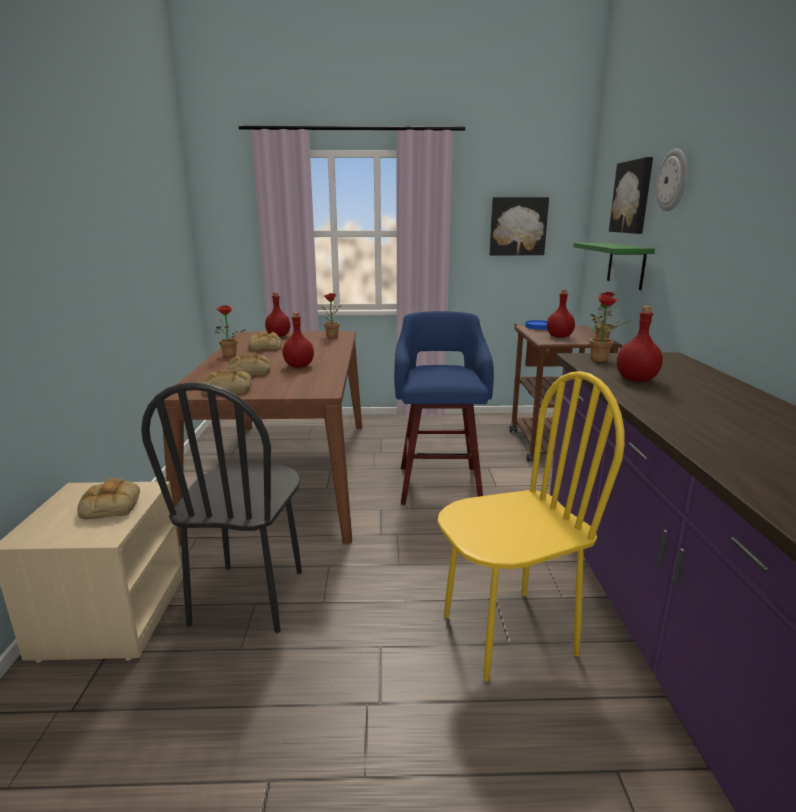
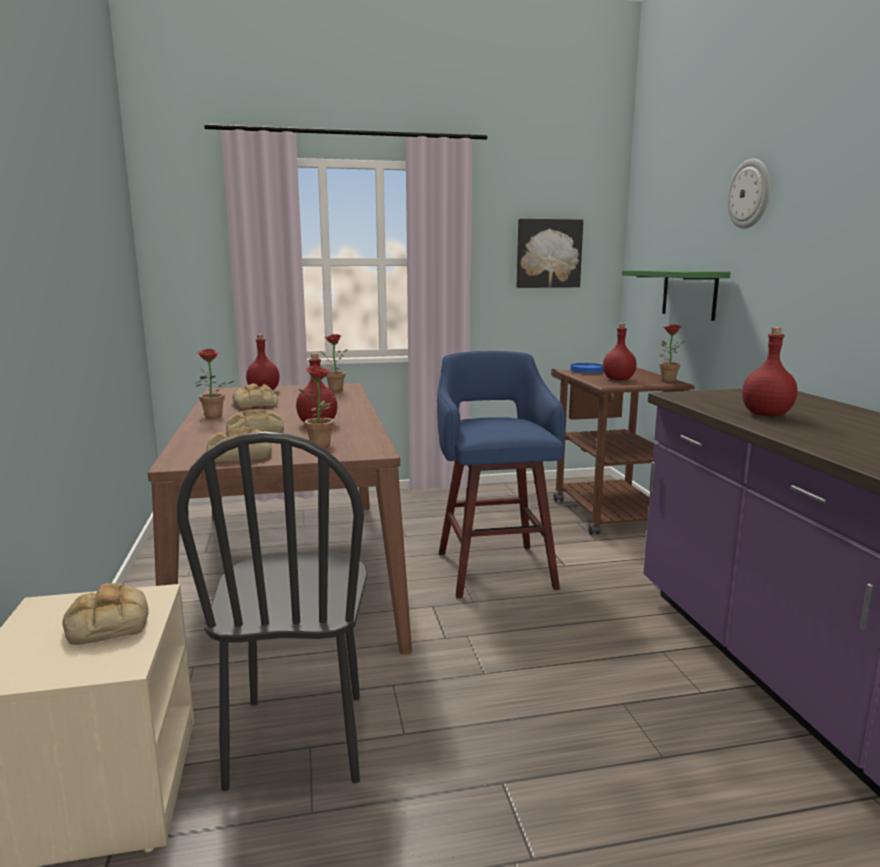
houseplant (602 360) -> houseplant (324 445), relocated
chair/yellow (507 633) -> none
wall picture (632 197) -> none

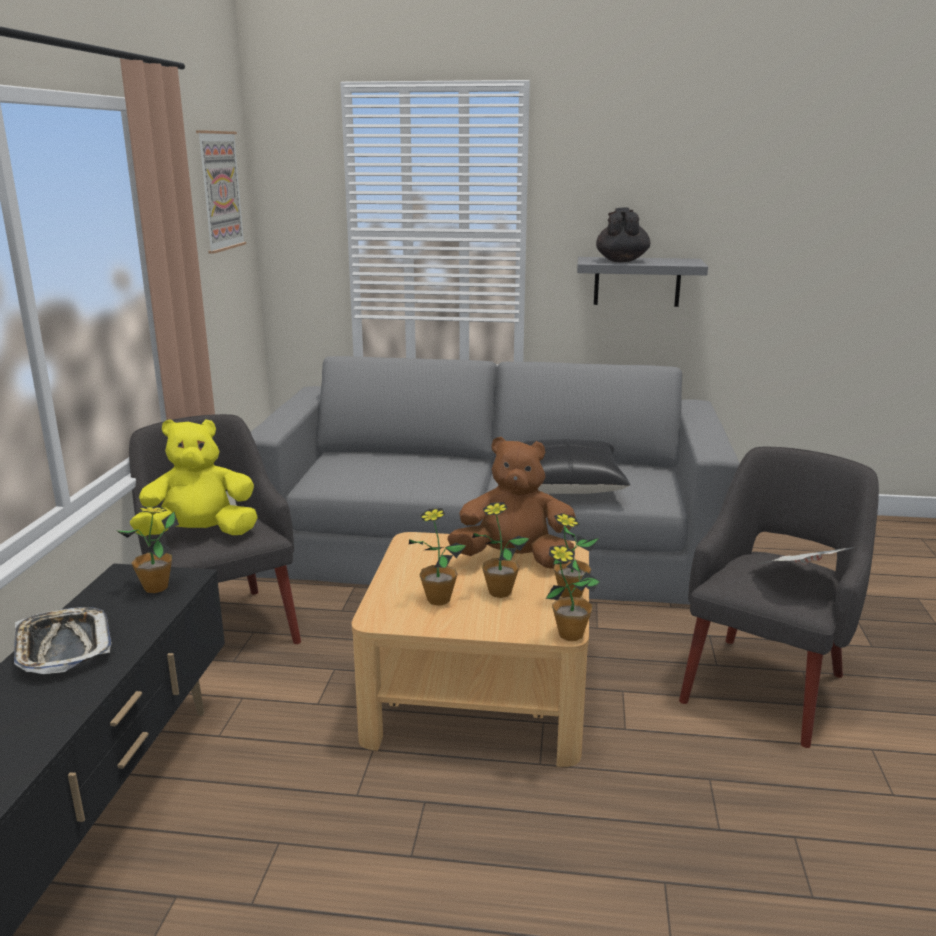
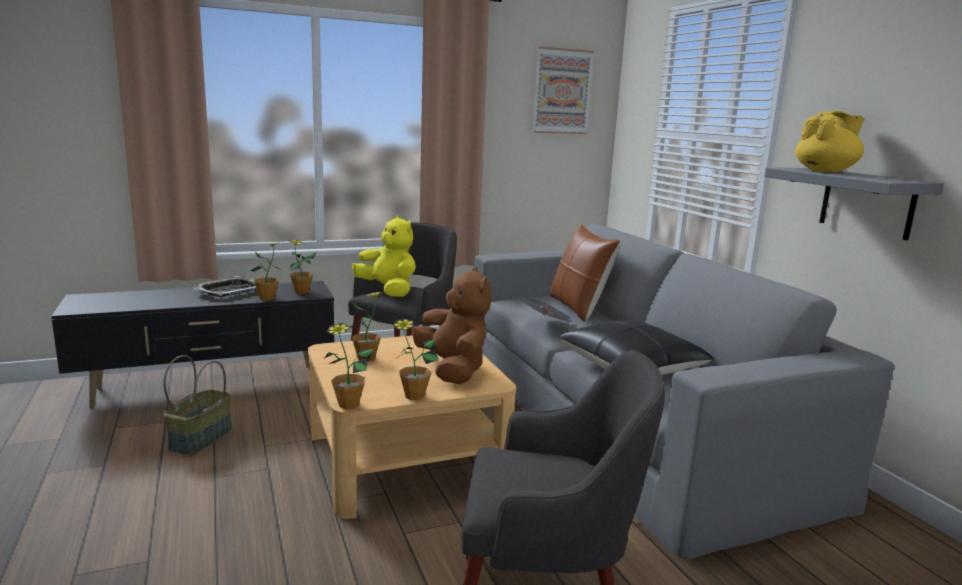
none -> basket (200 438)
houseplant (500 592) -> houseplant (267 298), relocated
daily paper (797 578) -> daily paper (546 325), relocated
none -> throw pillow/brownish (578 308)
pot for tea/black (621 261) -> pot for tea/yellow (826 171)

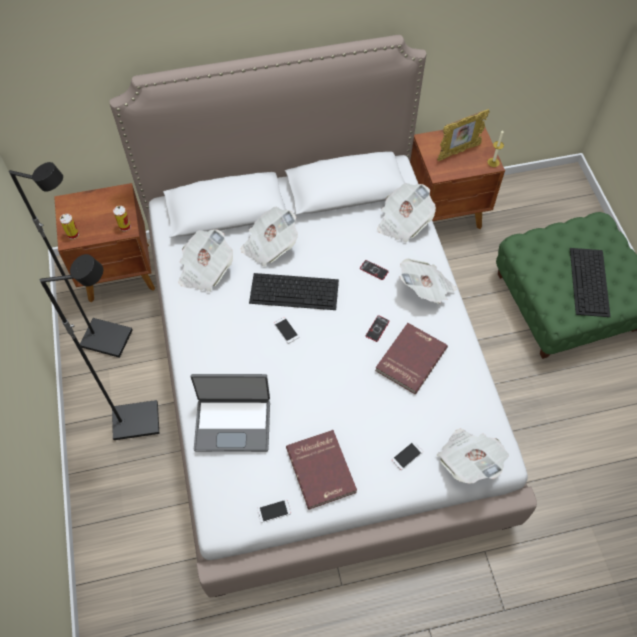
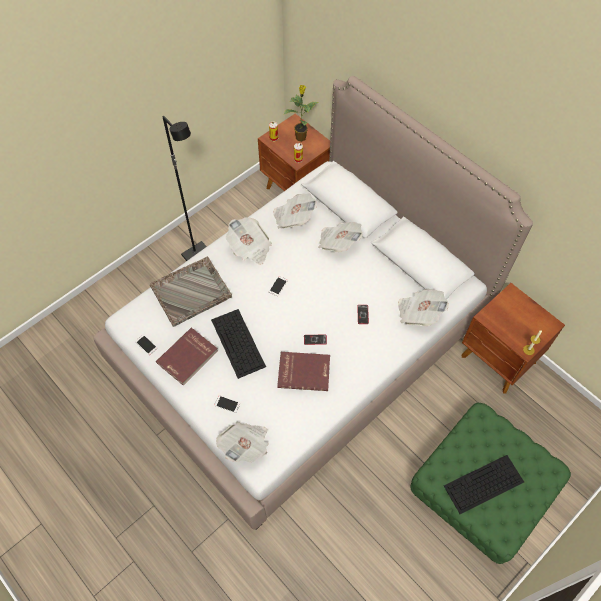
portable computer (233 423) -> serving tray/grey (191 291)
keyboard (295 291) -> keyboard (238 343), relocated
daily paper (426 289) -> daily paper (250 248), relocated
none -> houseplant (301 137)
standard lamp/black (108 338) -> none
standing frame (458 152) -> none

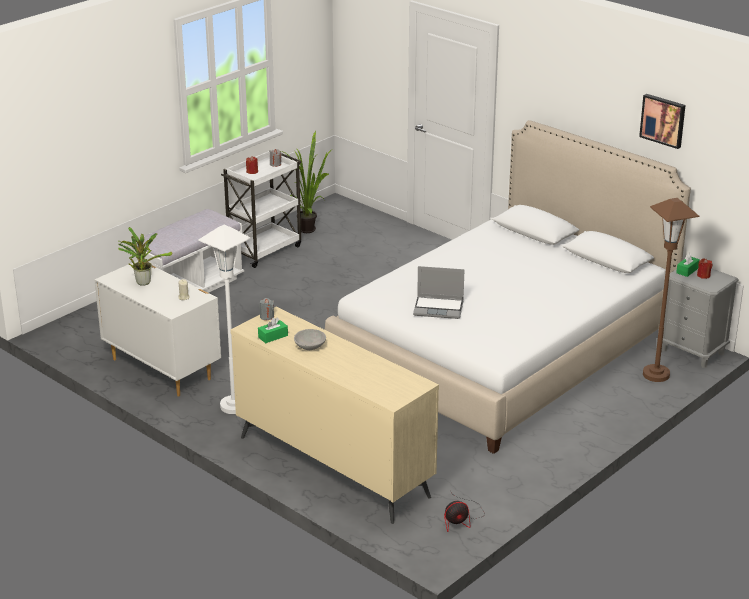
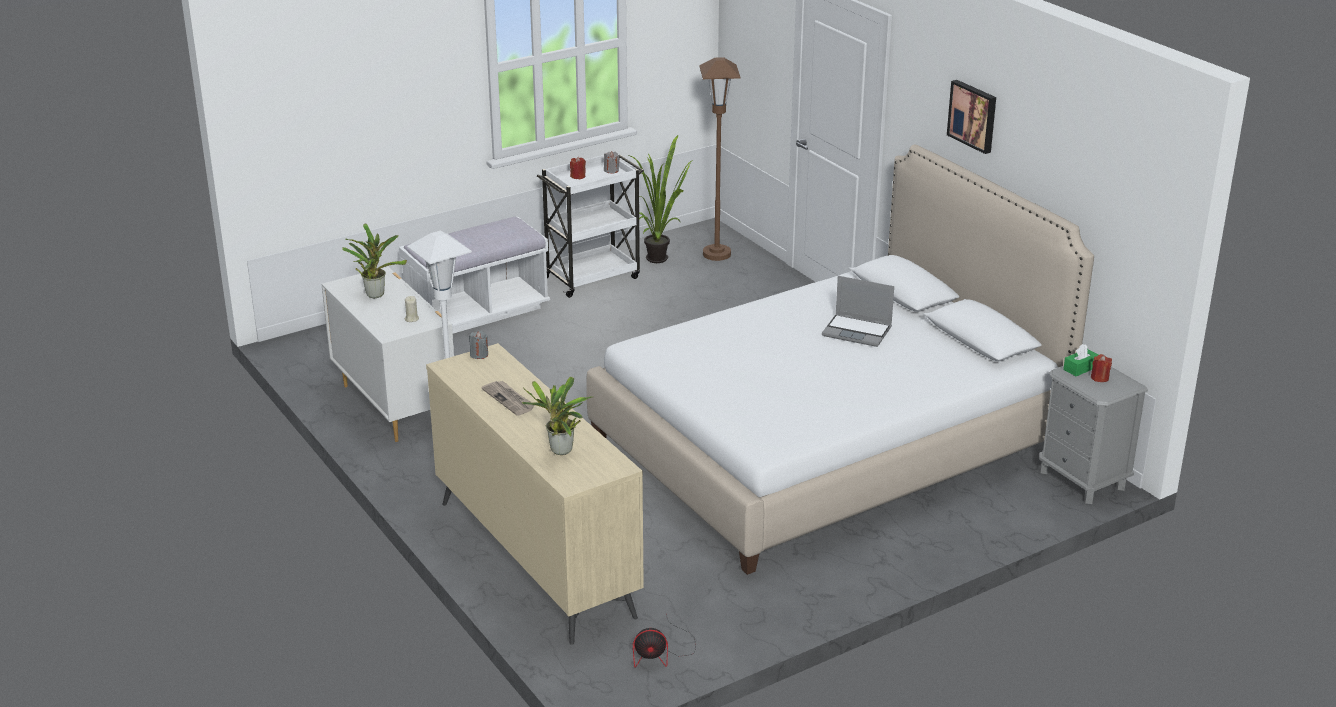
serving bowl/grey (310 347) -> daily paper (509 399)
none -> houseplant (560 452)
standard lamp/brownish (656 374) -> standard lamp/brownish (717 254), relocated
portable computer (439 308) -> portable computer (858 331), relocated
wall picture (663 120) -> wall picture (973 115), relocated
box of tissues/greenish (273 336) -> none

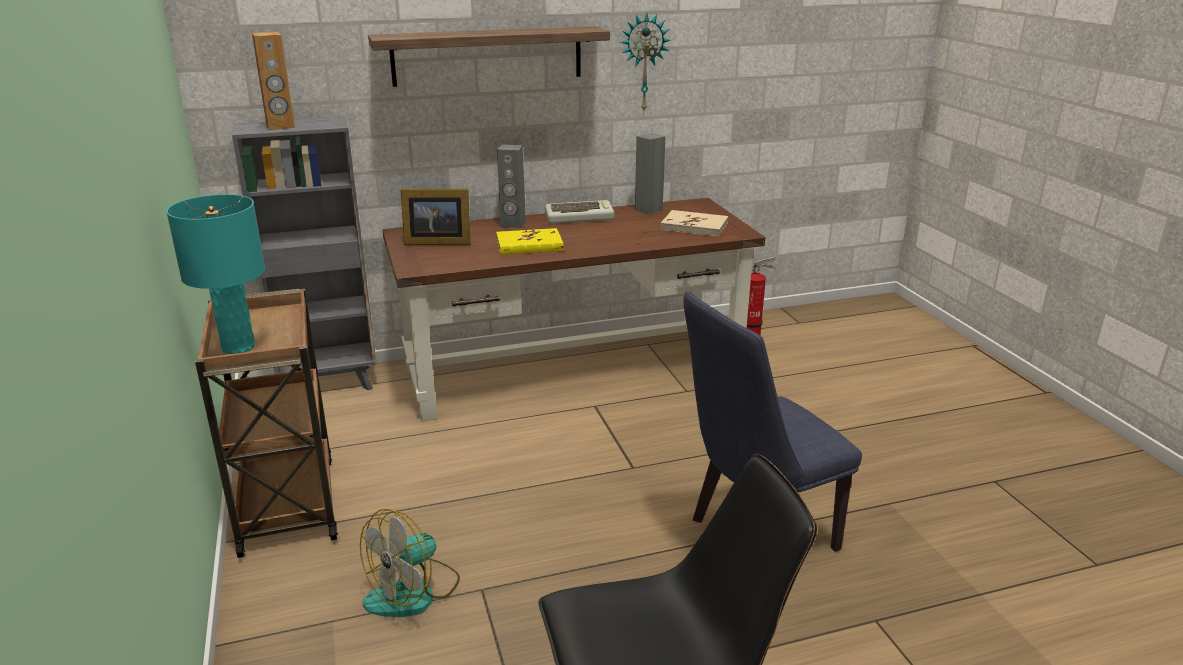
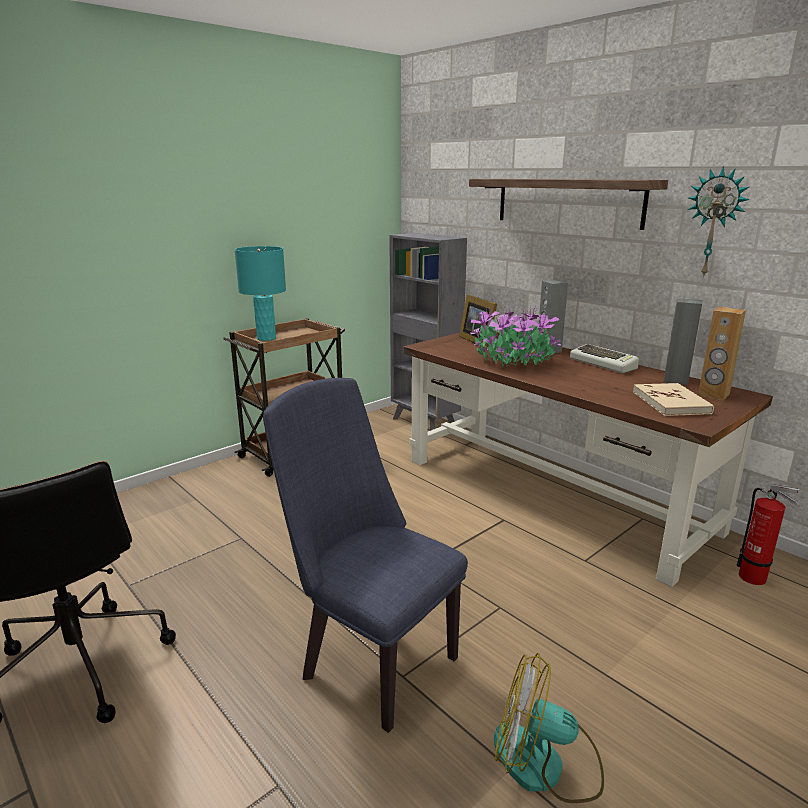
volume/yellow (529 245) -> houseplant (514 362)
electric fan (413 592) -> electric fan (545 763), relocated
loudspeaker/brownish (280 126) -> loudspeaker/brownish (713 394), relocated

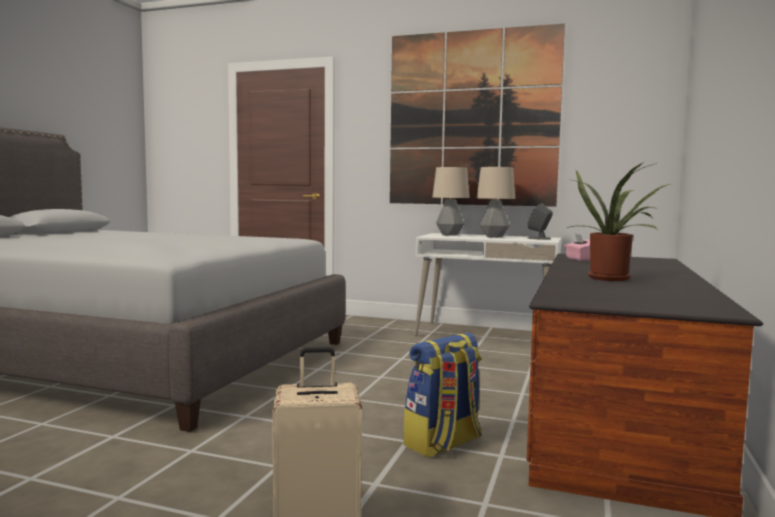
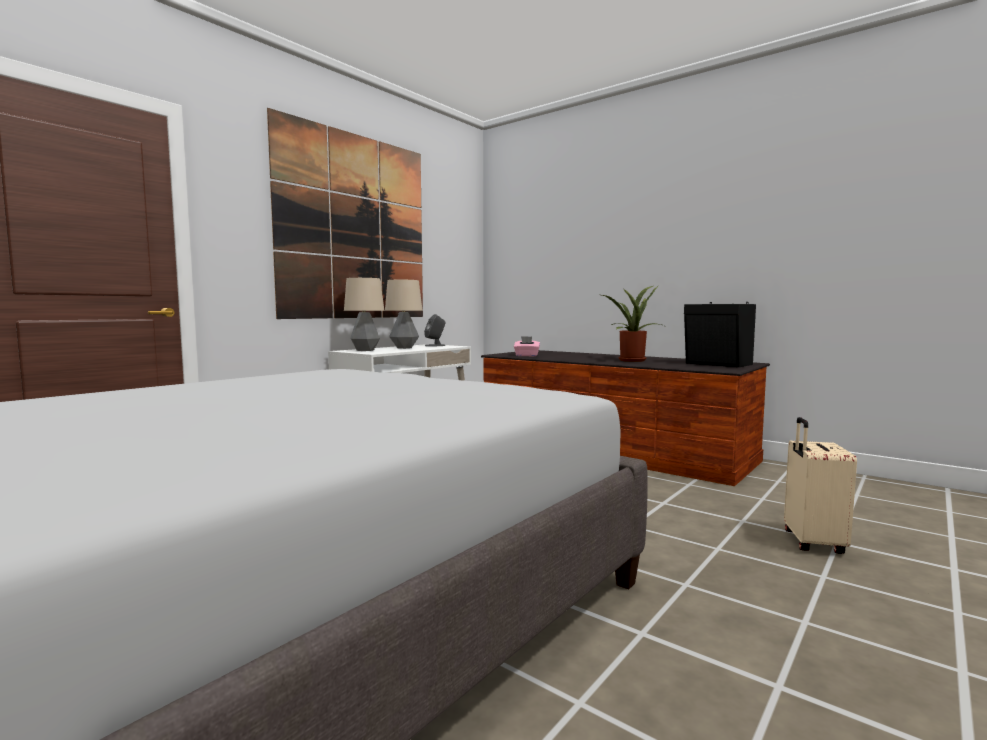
none -> loudspeaker/black (718 364)
backpack (443 443) -> none

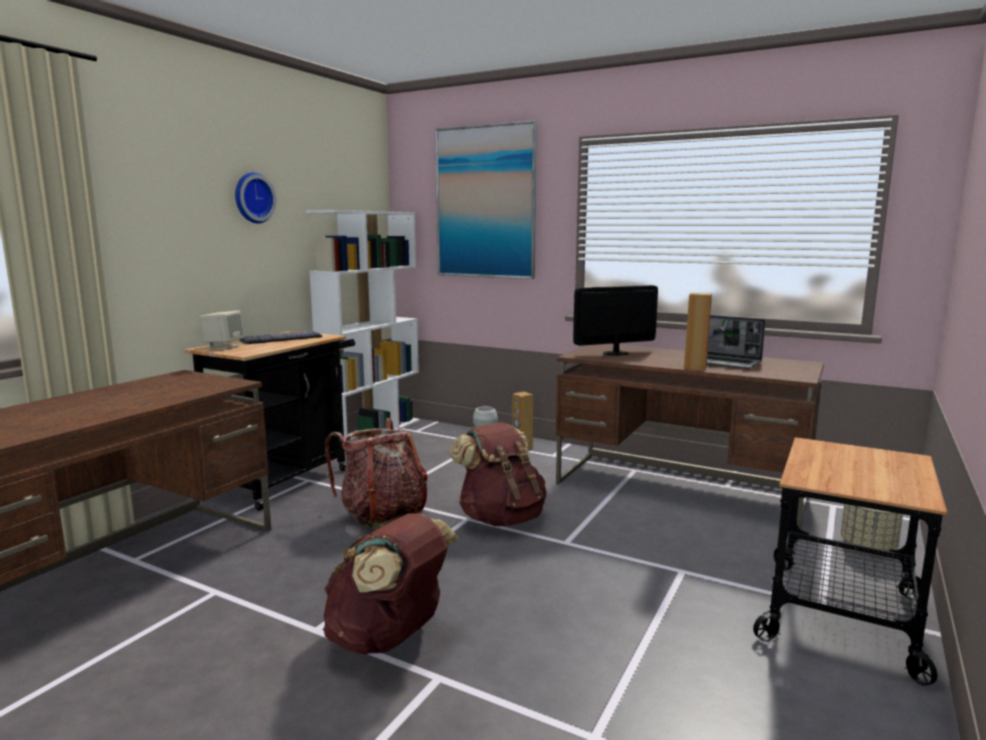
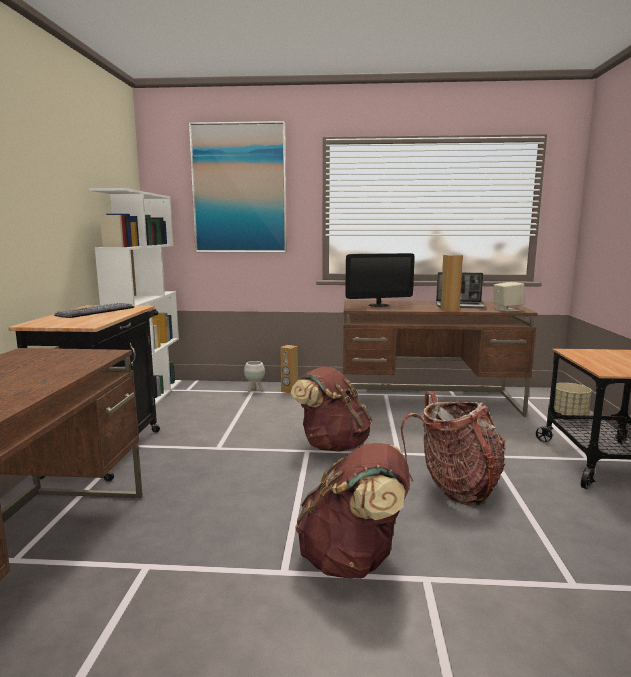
computer screen (616 353) -> computer screen (378 305), 150 degrees counterclockwise
backpack (382 513) -> backpack (456 487), relocated
loudspeaker/sand-coloured (224 347) -> loudspeaker/sand-coloured (507 309), relocated
hanging clock (252 198) -> none

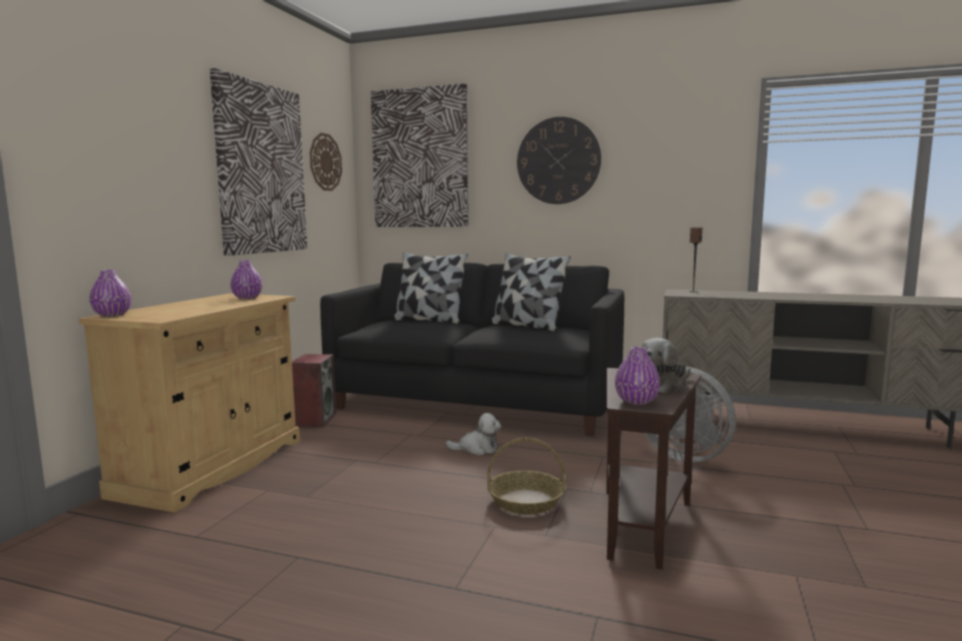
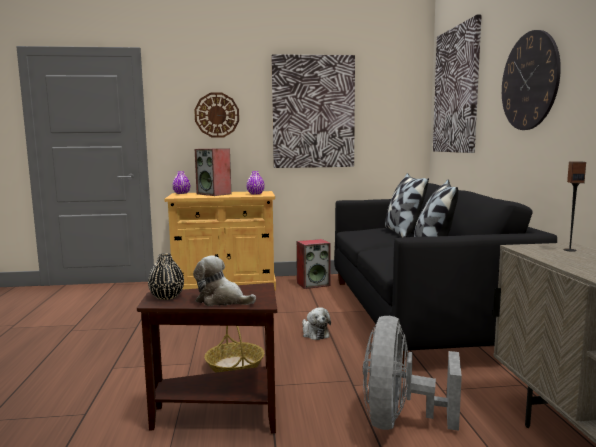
vase/purple-coloured (636 401) -> vase/black (167 297)
hanging clock (325 162) -> hanging clock (217 115), relocated
none -> loudspeaker (214 194)

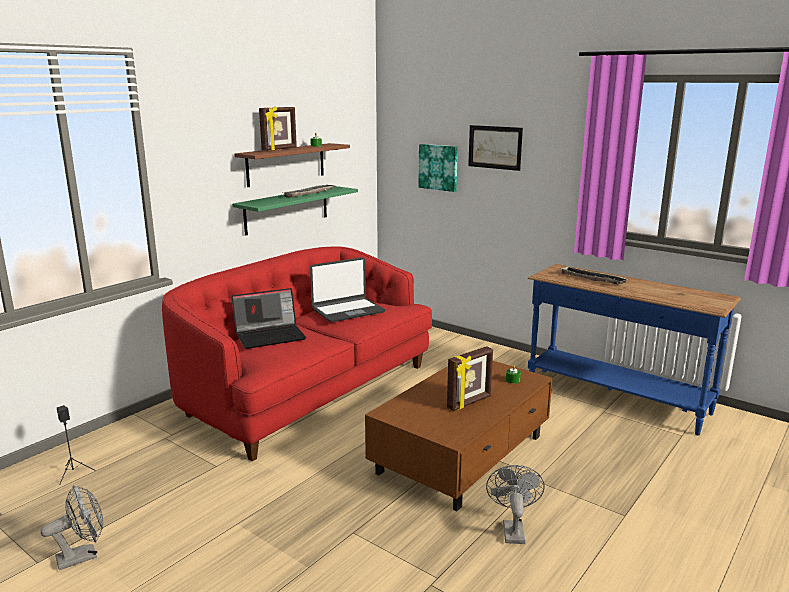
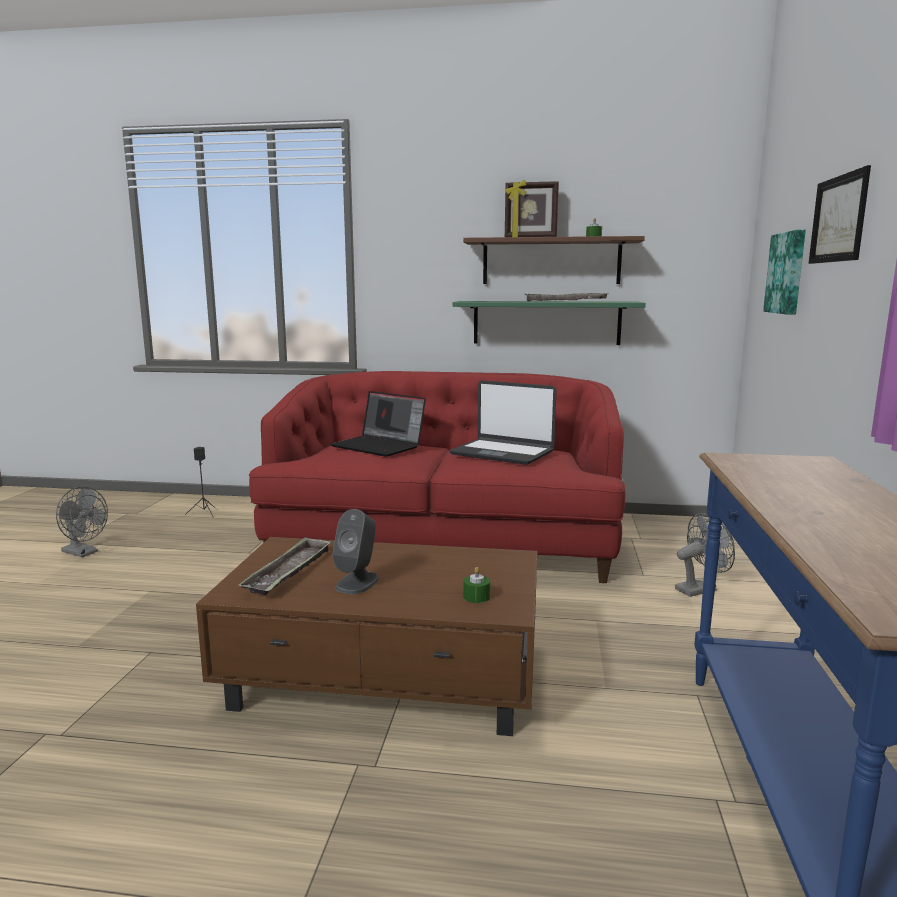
serving tray (592 279) -> serving tray (289 572), relocated
standing frame (469 402) -> loudspeaker/grey (357 582)
electric fan/grey (512 529) -> electric fan/grey (699 589), relocated

